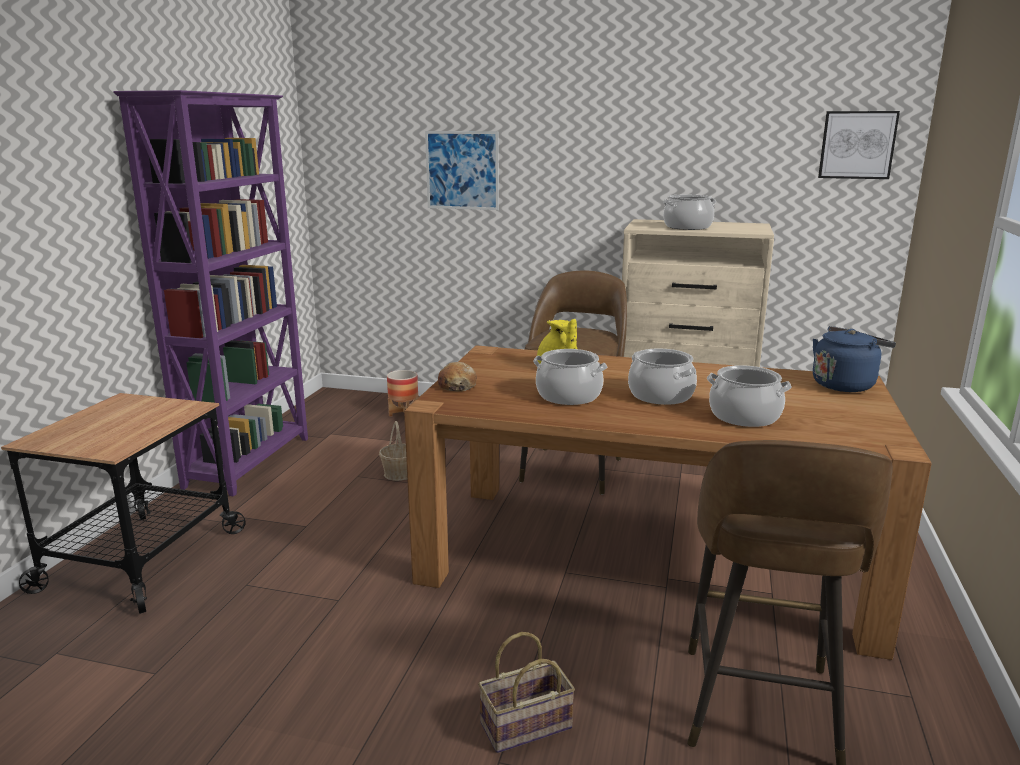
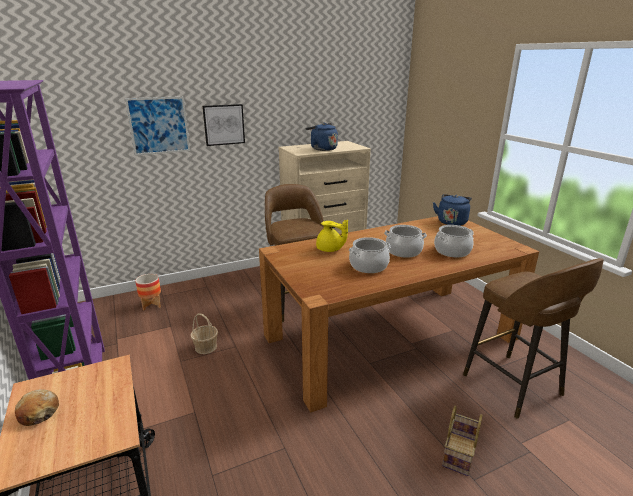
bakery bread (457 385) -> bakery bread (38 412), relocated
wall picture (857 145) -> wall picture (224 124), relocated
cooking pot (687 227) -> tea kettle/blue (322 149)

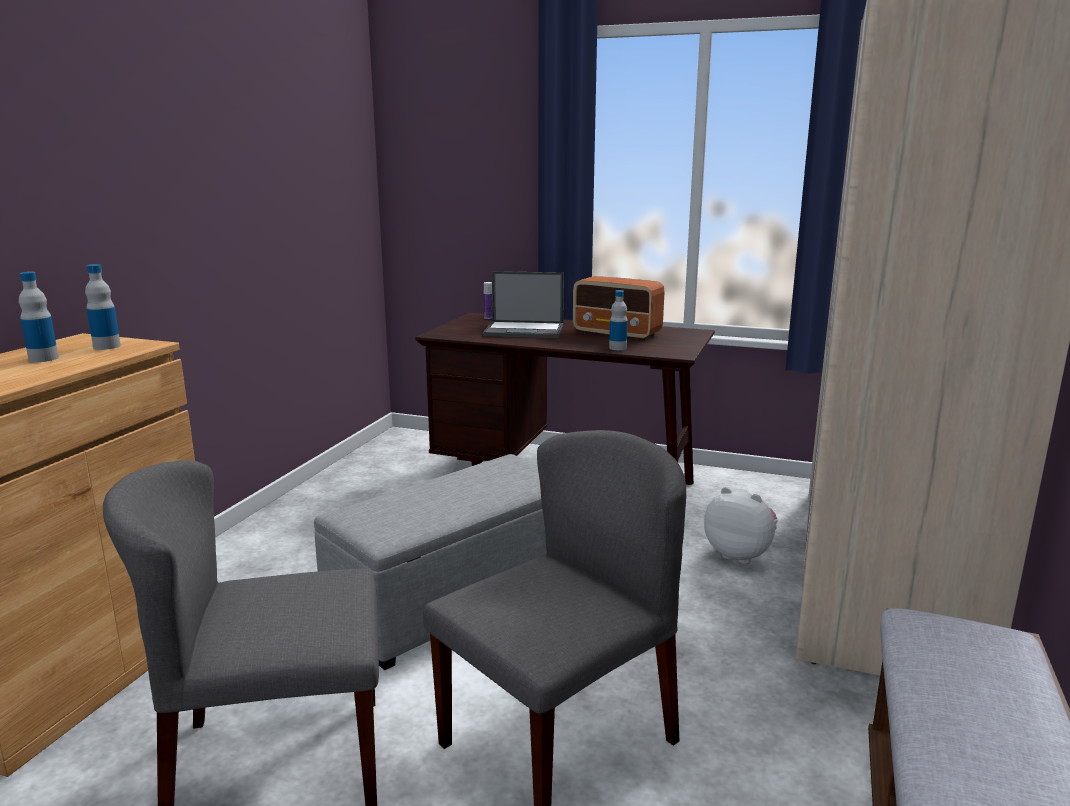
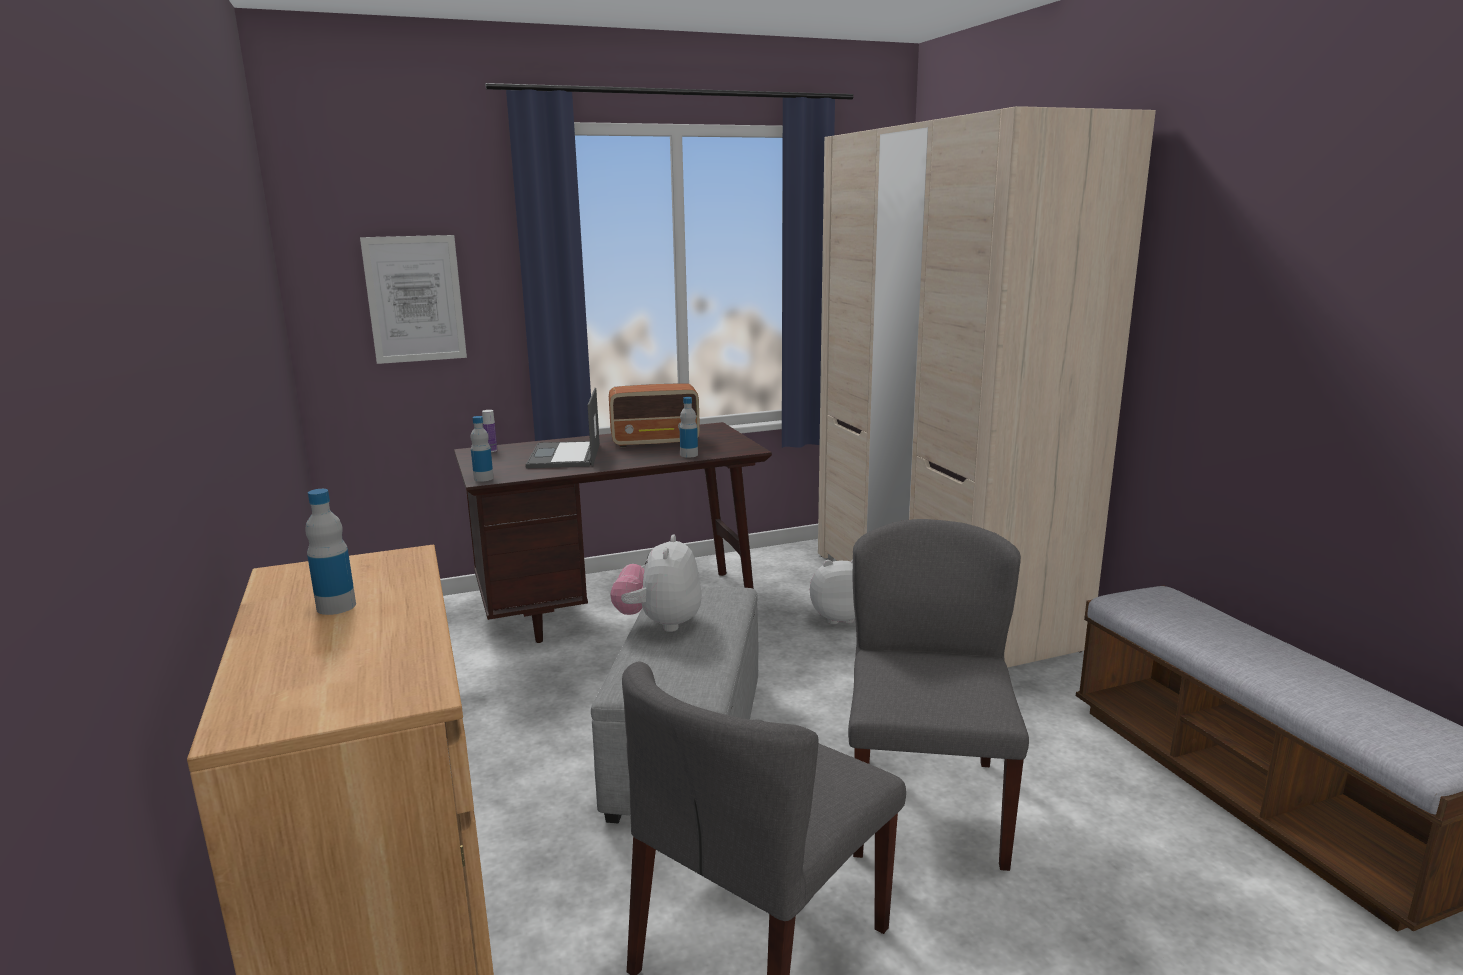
none -> wall picture (415 299)
beverage bottle (107 346) -> beverage bottle (483 478), relocated
portable computer (525 330) -> portable computer (565 456), 120 degrees clockwise
none -> cuddly toy (660 623)

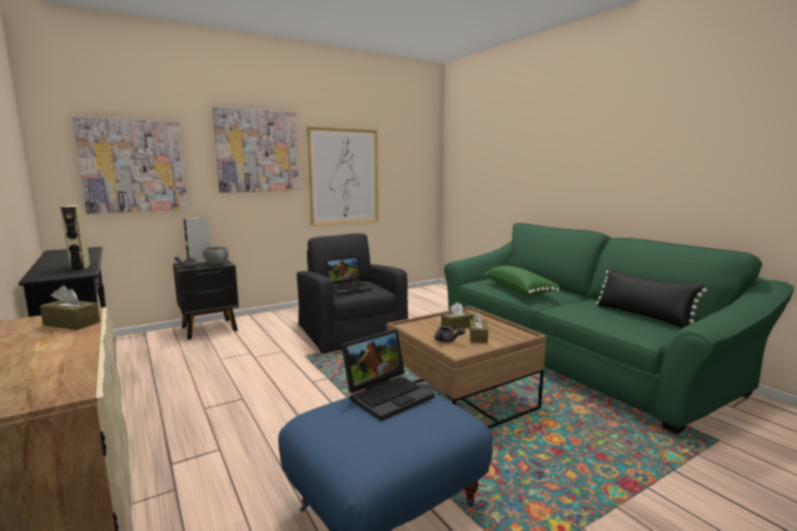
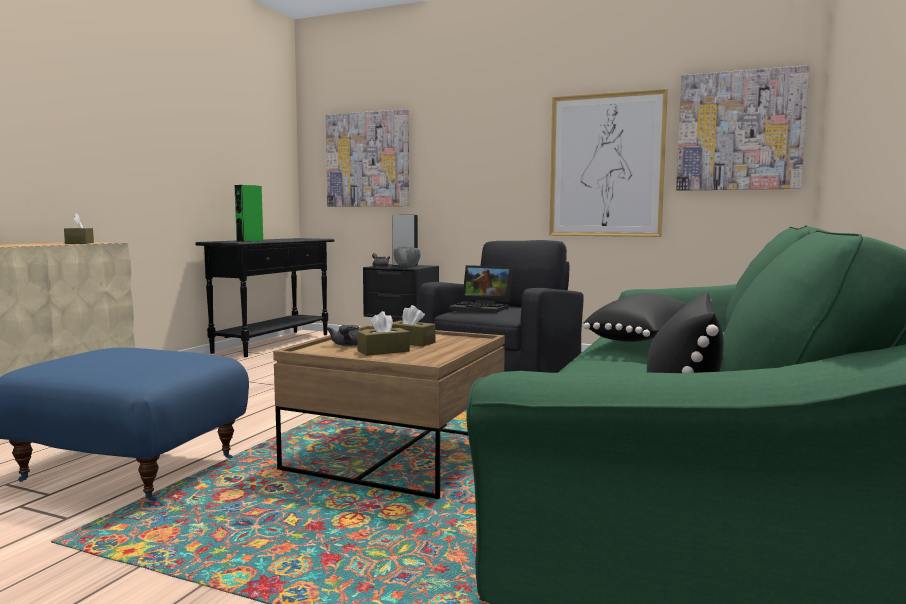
loudspeaker/sand-coloured (80 268) -> loudspeaker/greenish (250 241)
throw pillow/greenish (520 290) -> throw pillow/black (646 339)
wall picture (257 151) -> wall picture (739 131), relocated
portable computer (388 395) -> none

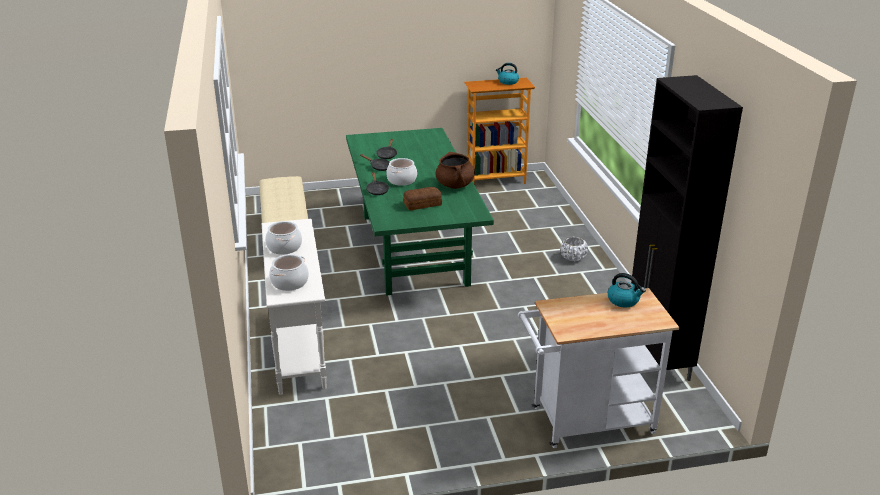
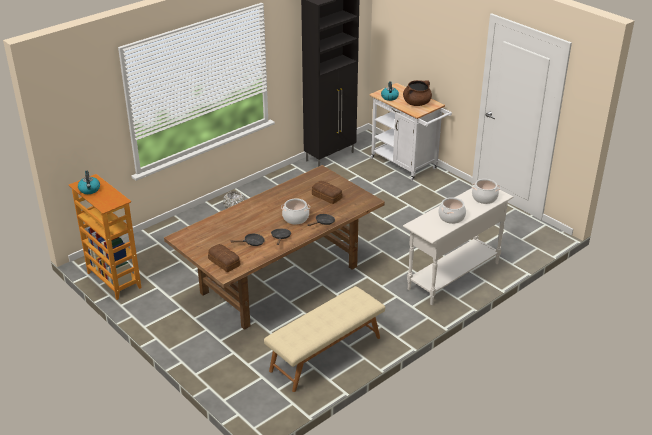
dinner table/greenish (413 248) -> dinner table/brownish (279 280)
none -> bakery bread (224 262)
cooking pot/brownish (455 185) -> cooking pot/brownish (416 103), relocated

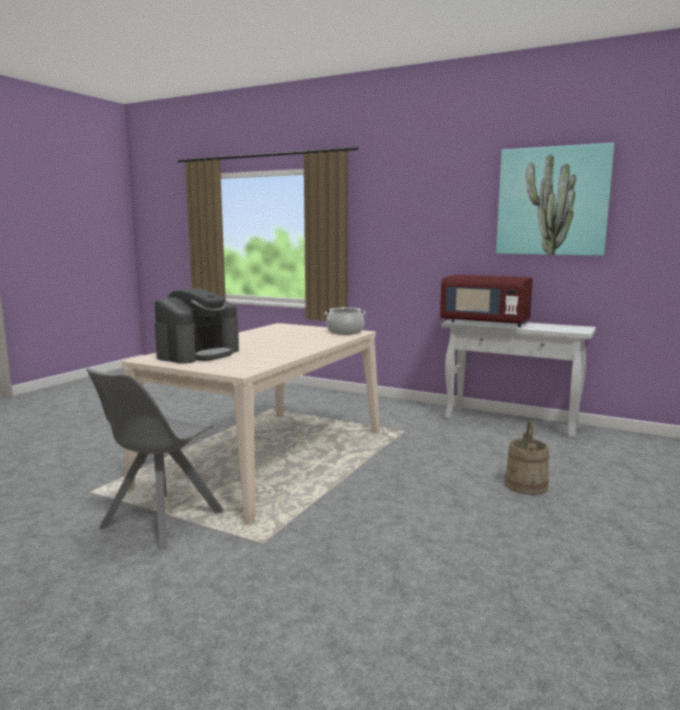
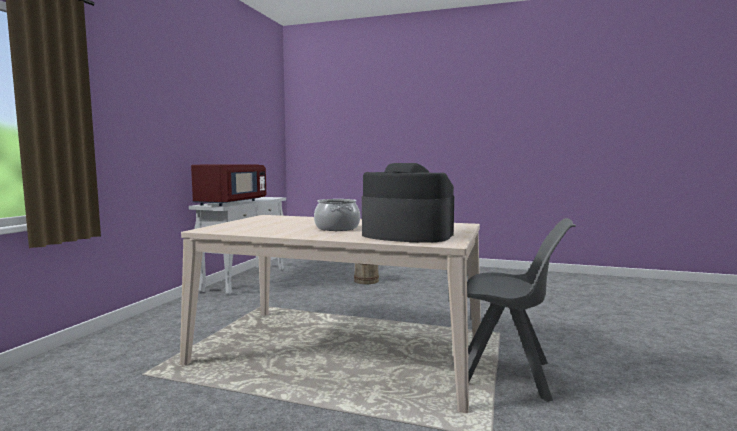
cooking pot (345 332) -> cooking pot (336 228), relocated
wall picture (552 201) -> none

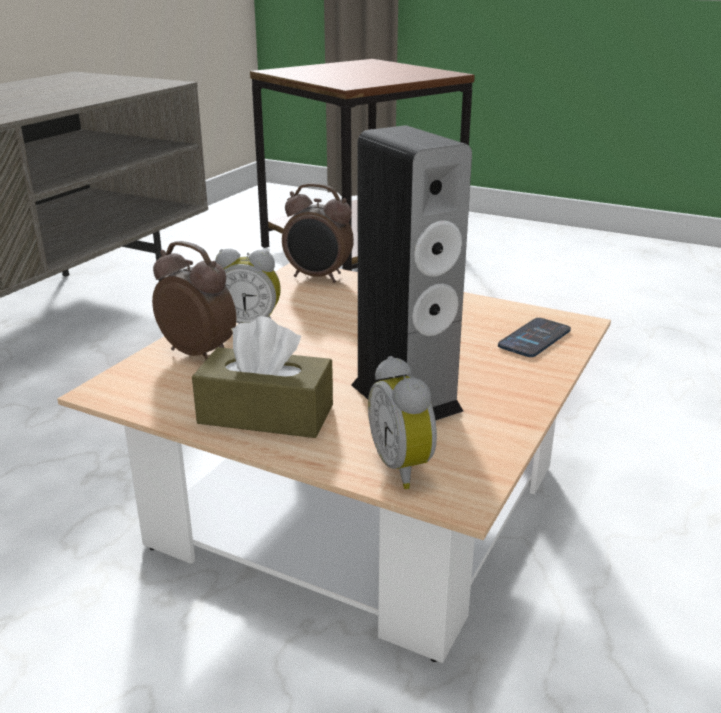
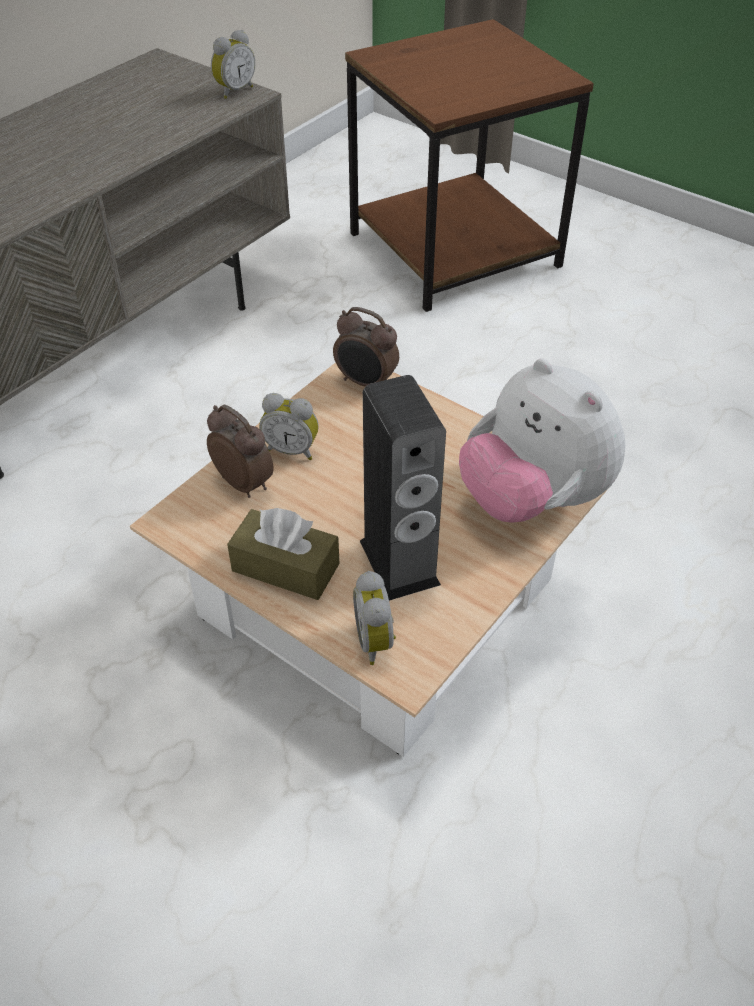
none -> bedside clock (234 91)
telephone (534 339) -> cuddly toy (533 499)

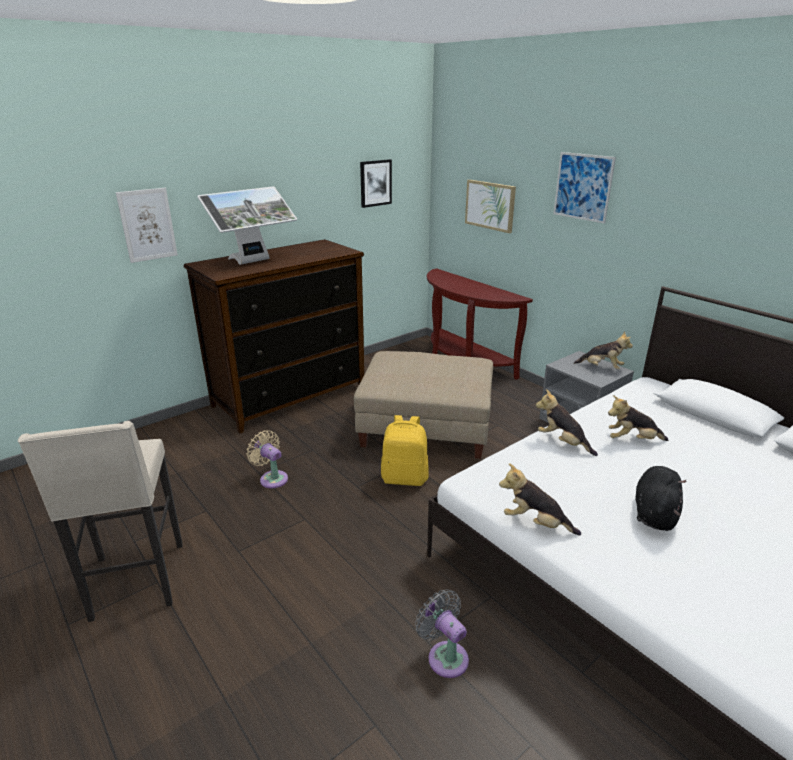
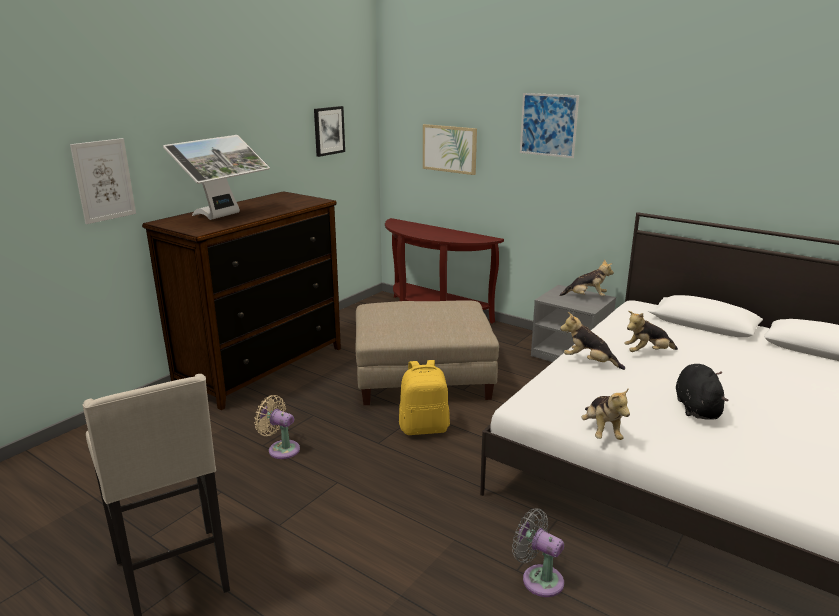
cuddly toy (535 523) -> cuddly toy (601 431), 105 degrees counterclockwise

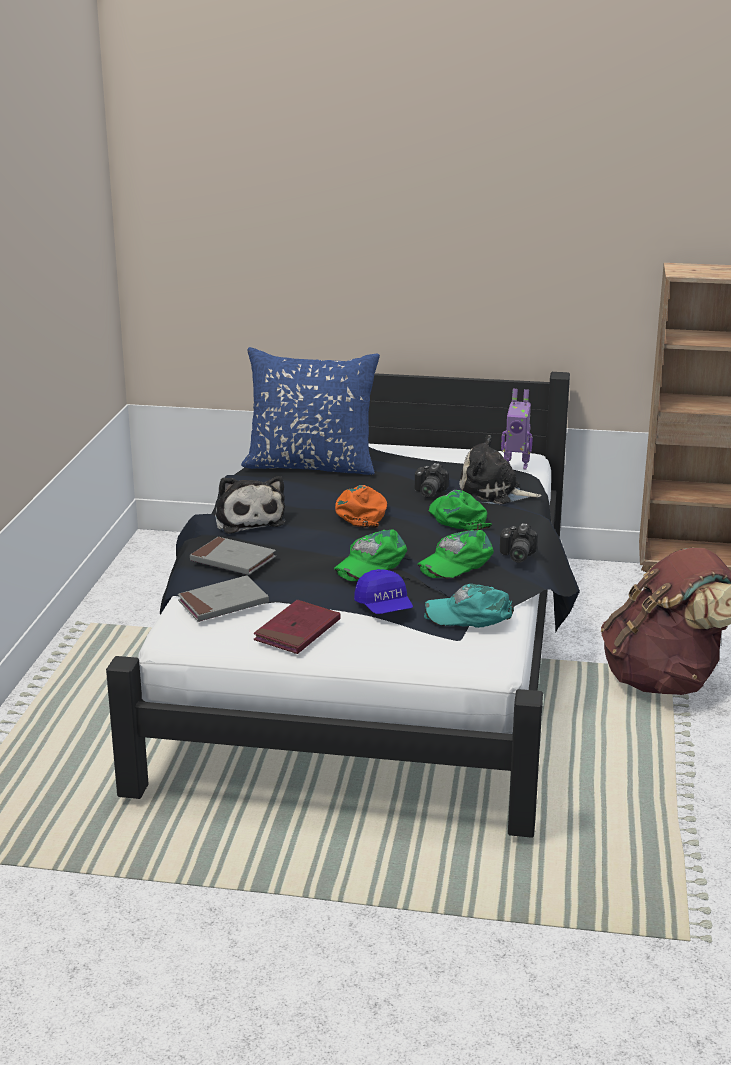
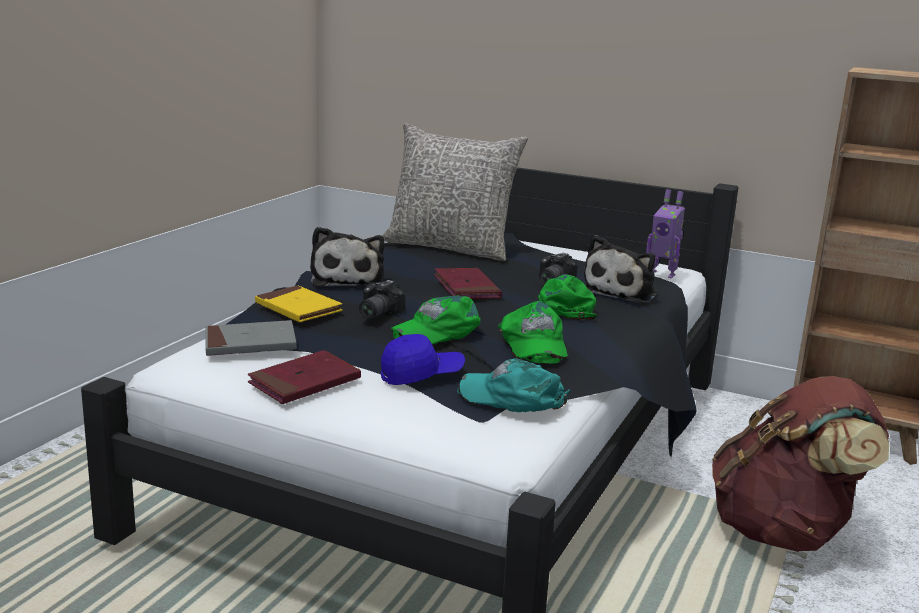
volume/grey (233 560) -> volume/yellow (298 308)
photo camera (515 555) -> photo camera (375 314), relocated
peaked cap/blue (384 608) -> peaked cap/blue (421 375), 105 degrees counterclockwise
throw pillow/blue (311 465) -> throw pillow/grey (450 247)
peaked cap/orange (363 512) -> volume/reddish (466 288)
peaked cap/greenish (455 562) -> peaked cap/greenish (533 344), 75 degrees counterclockwise
cuddly toy (493 493) -> cuddly toy (622 292), 90 degrees counterclockwise

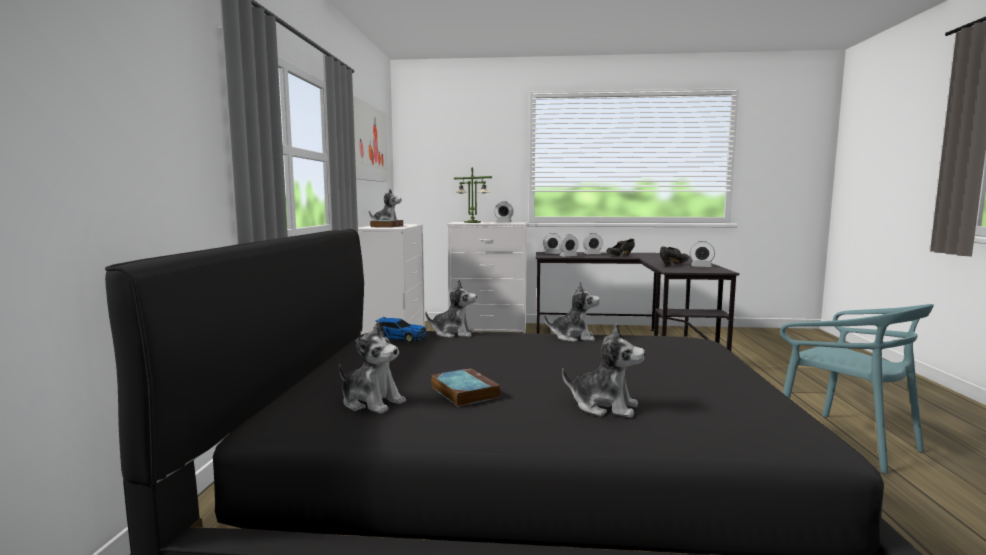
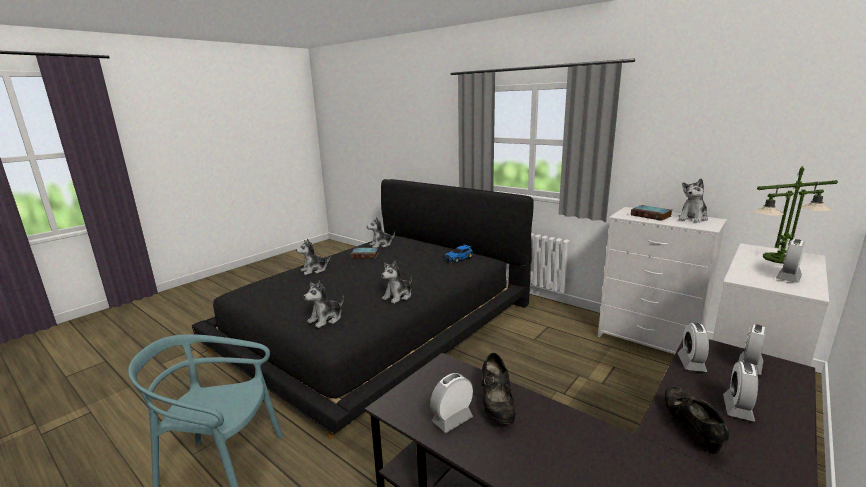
cuddly toy (453 334) -> cuddly toy (326 319), relocated
wall picture (366 142) -> none

